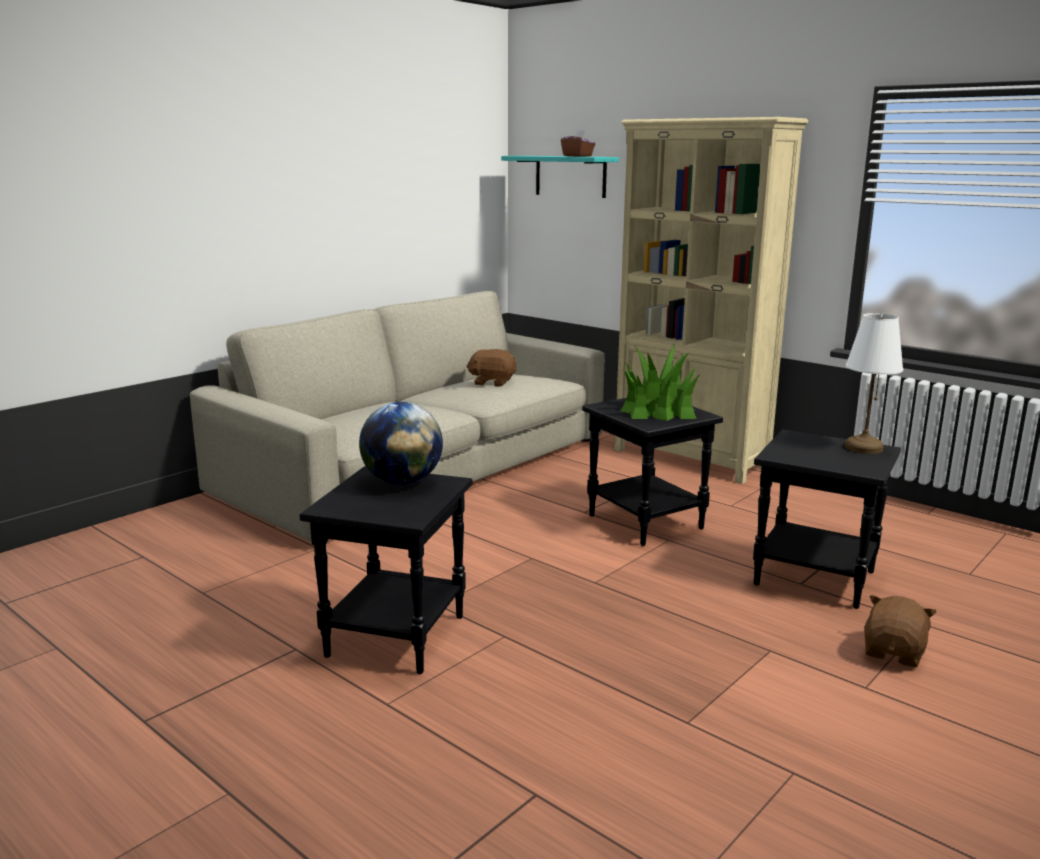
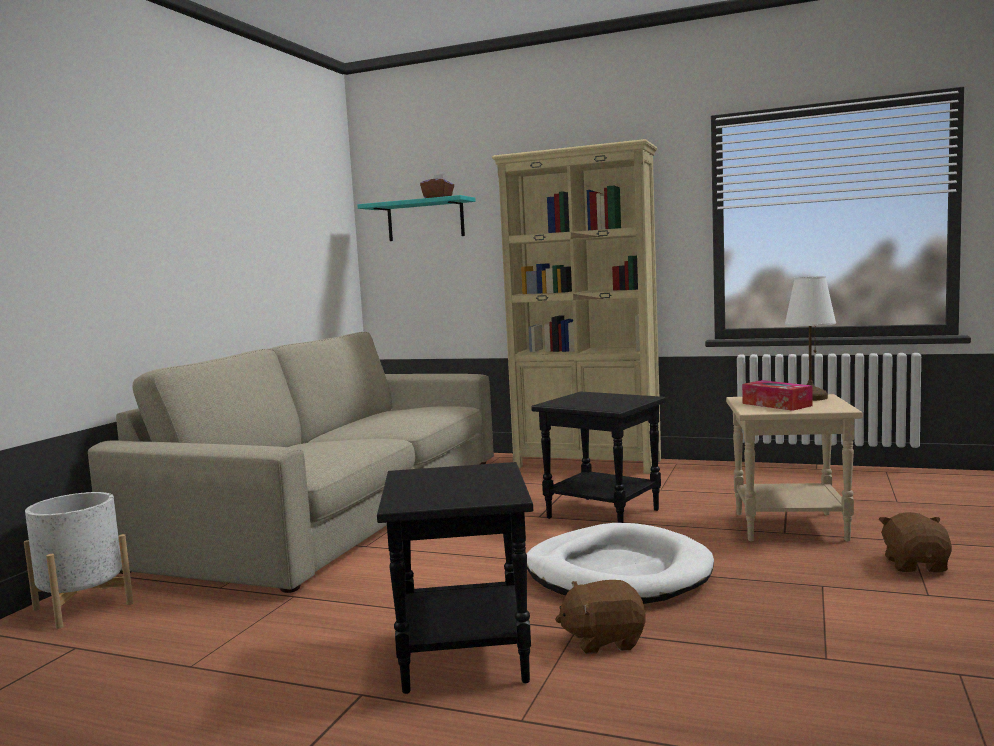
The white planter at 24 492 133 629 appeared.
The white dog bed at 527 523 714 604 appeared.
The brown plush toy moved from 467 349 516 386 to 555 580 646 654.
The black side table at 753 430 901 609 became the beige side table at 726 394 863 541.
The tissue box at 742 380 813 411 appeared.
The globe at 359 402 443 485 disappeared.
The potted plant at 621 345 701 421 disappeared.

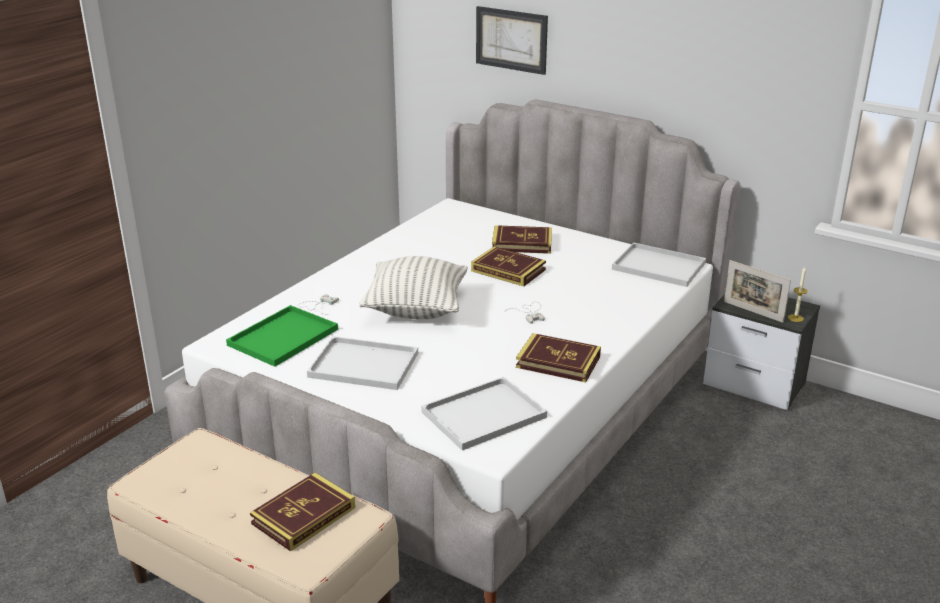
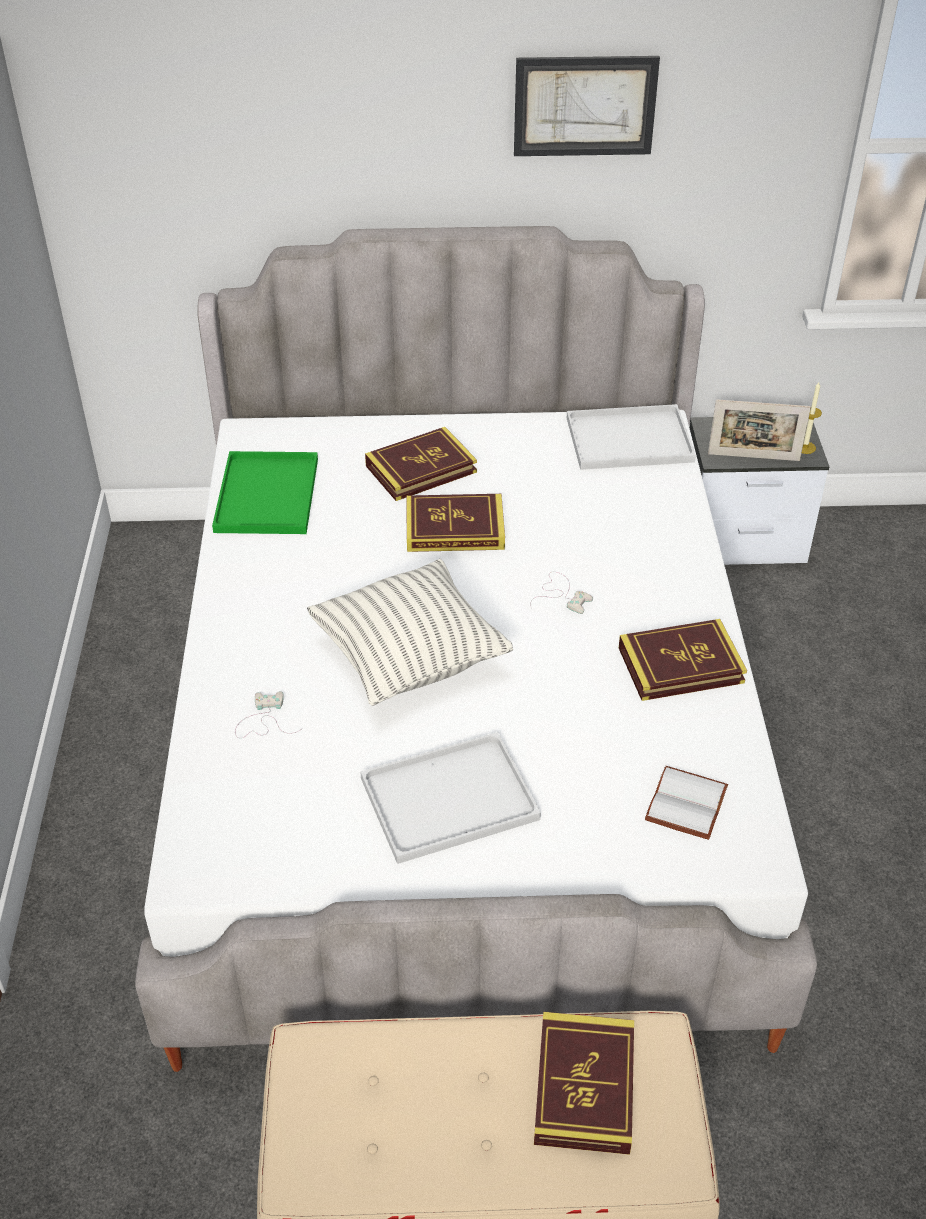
The green tray moved from 226 305 338 367 to 212 451 318 534.
The picture moved from 476 6 548 75 to 514 56 660 156.
The white tray at 421 377 547 451 was replaced by the white book at 645 766 728 840.

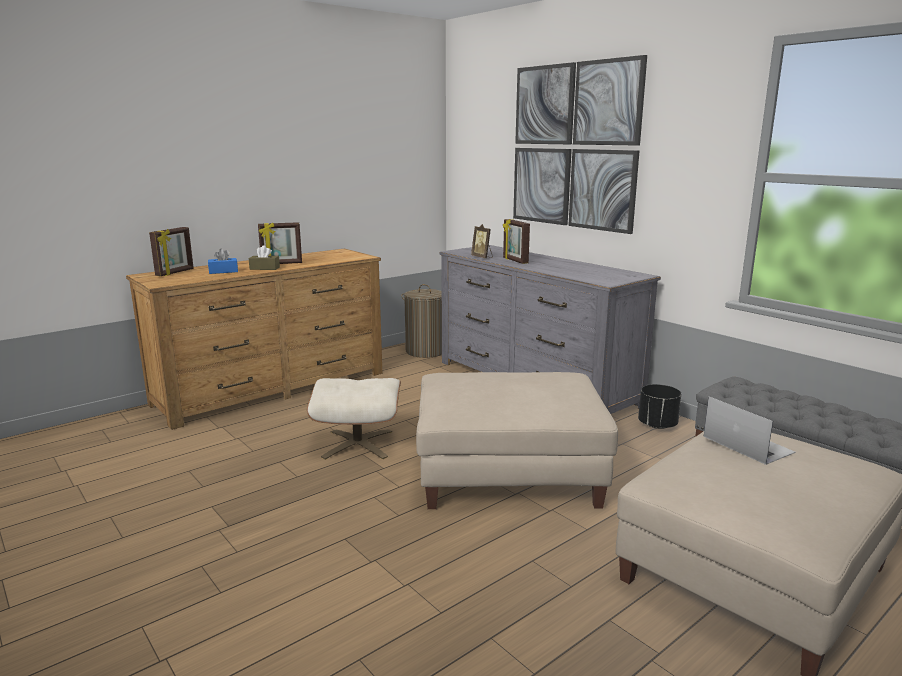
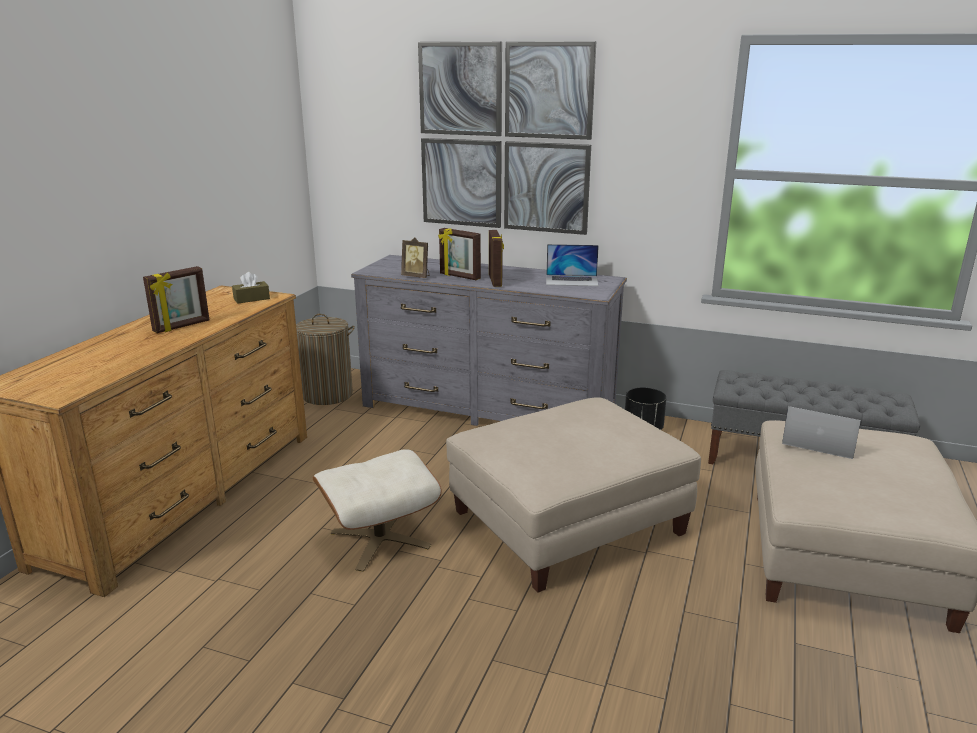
The brown tissue box moved from 249 246 280 270 to 232 272 270 304.
The picture frame moved from 149 227 194 276 to 489 230 504 287.
The laptop at 546 244 599 286 appeared.
The blue tissue box at 208 249 238 274 disappeared.

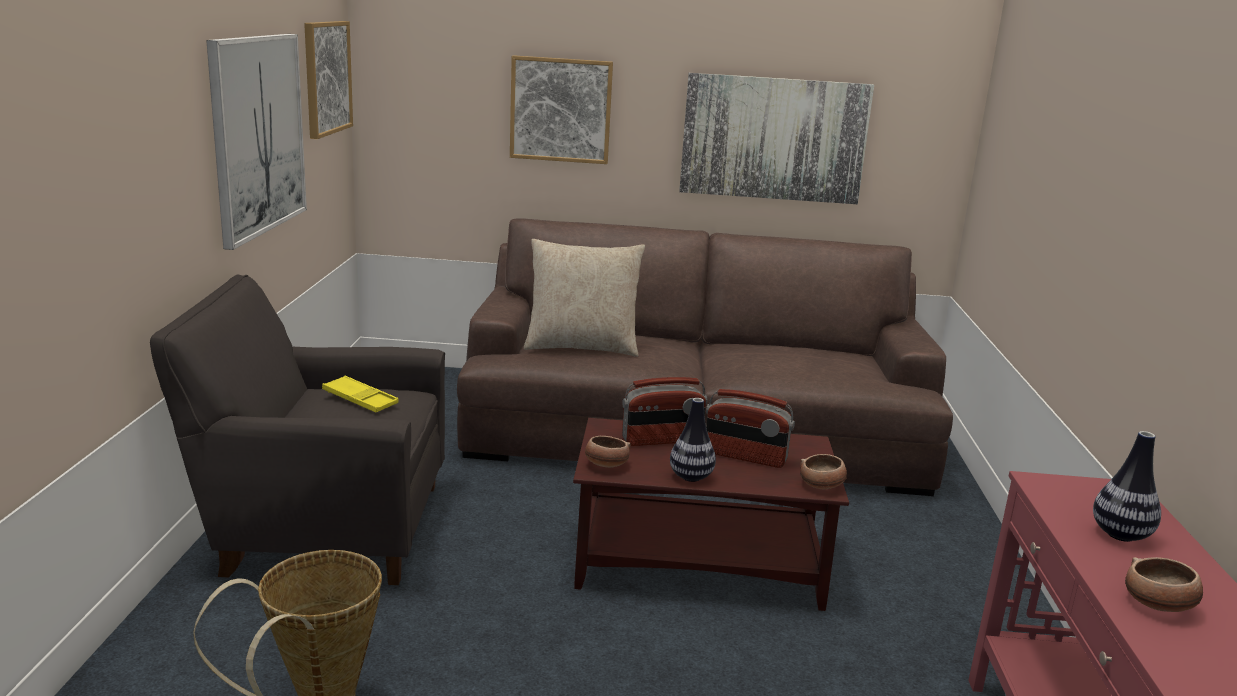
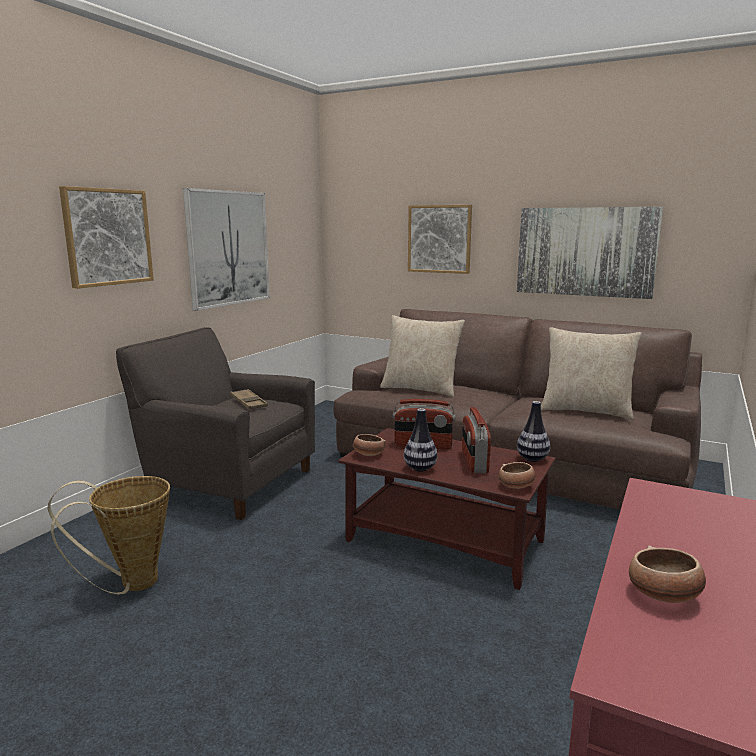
The picture moved from 304 21 353 139 to 59 186 154 289.
The yellow tray at 322 376 398 412 became the brown tray at 230 389 268 409.
The radio at 706 389 795 468 turned 45 degrees clockwise.
The vase moved from 1093 431 1161 542 to 517 401 550 462.
The beige pillow at 541 327 641 420 appeared.

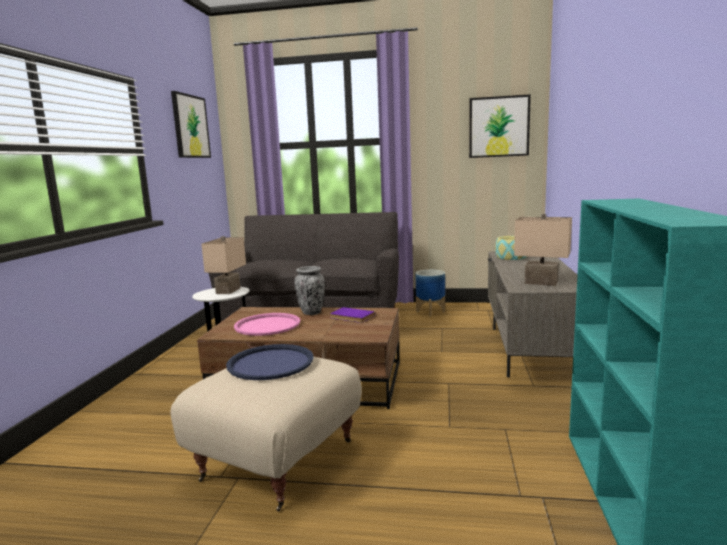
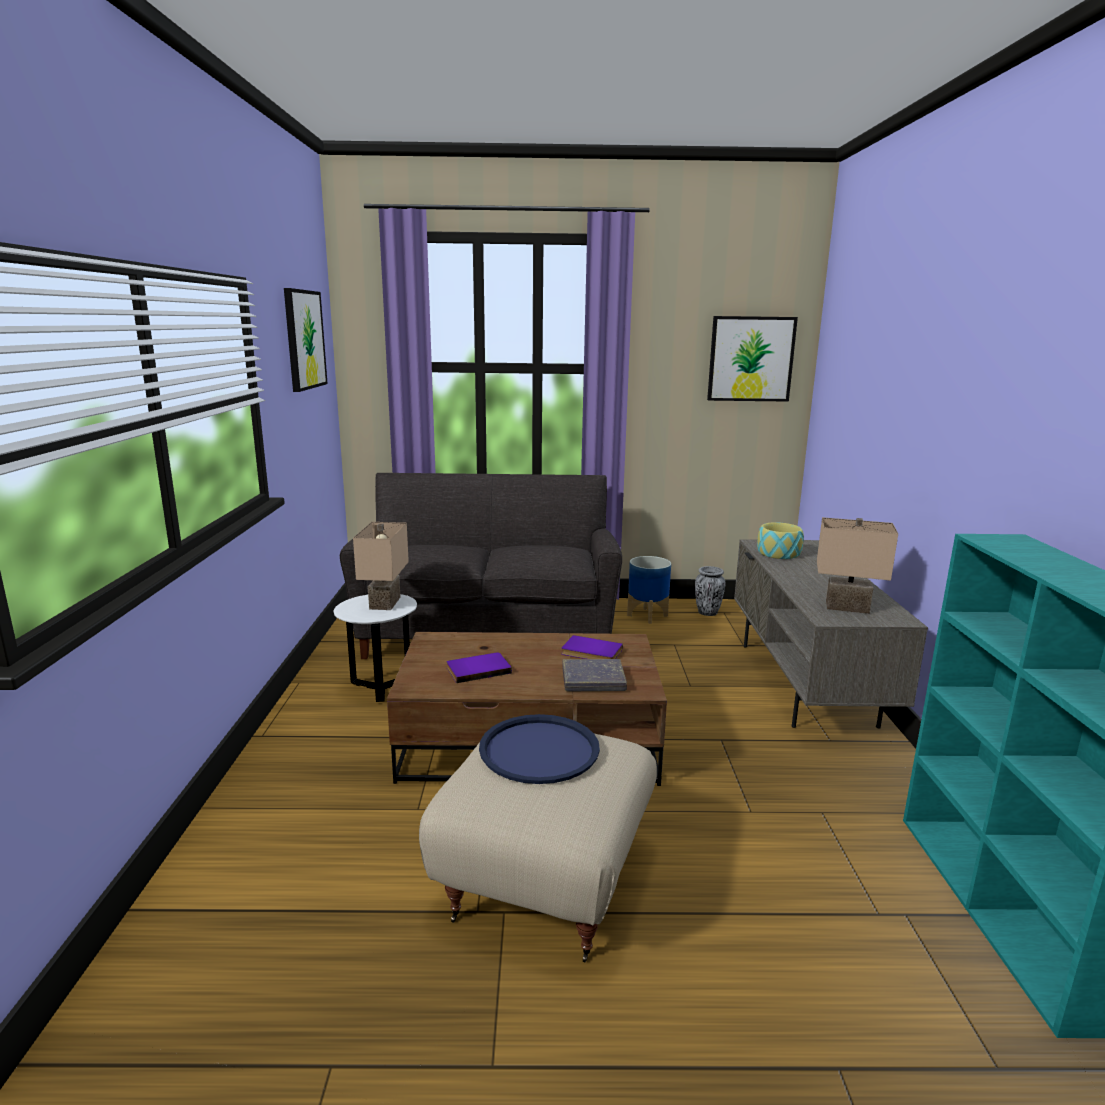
The pink tray at 234 313 300 336 was replaced by the purple book at 447 652 512 683.
The grey book at 562 659 627 692 appeared.
The vase moved from 295 266 325 315 to 695 566 725 616.

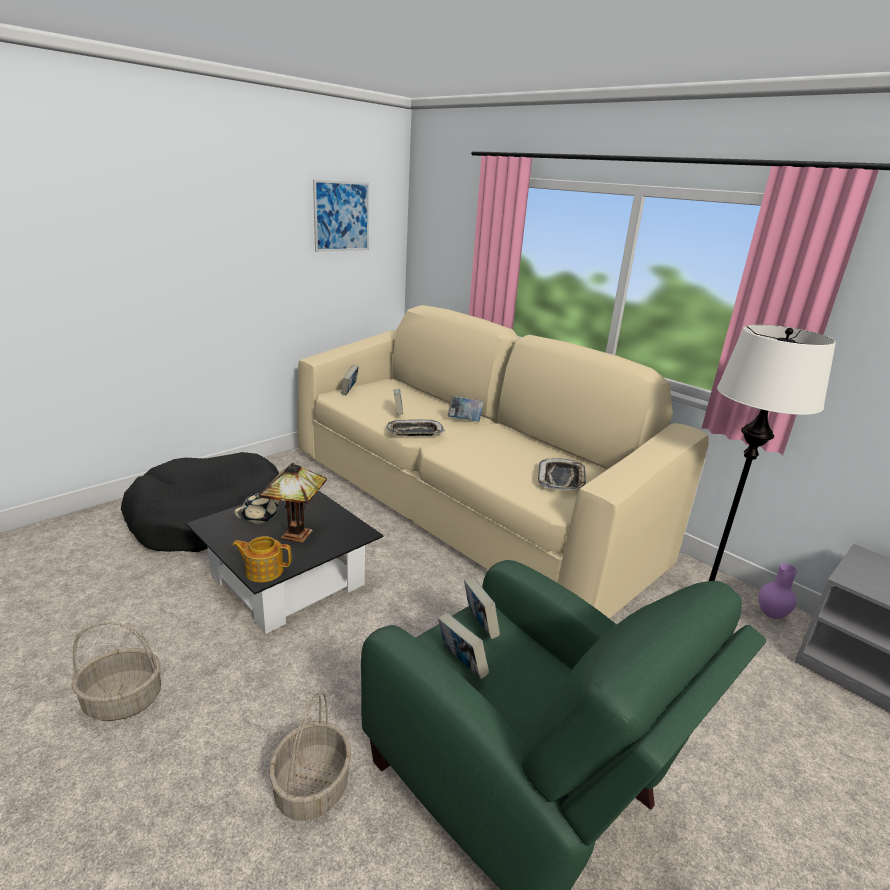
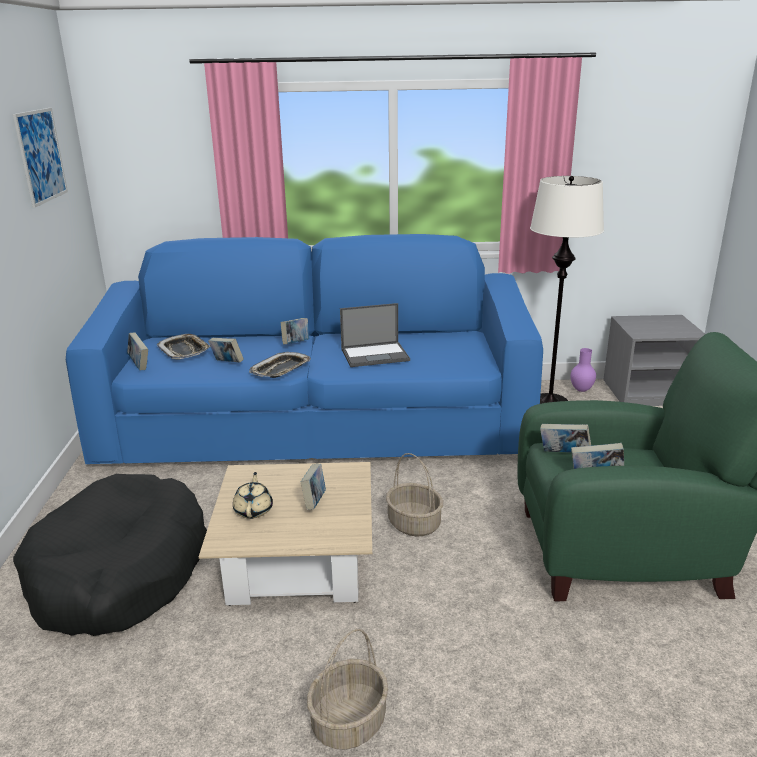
The beige sofa at 297 305 709 618 became the blue sofa at 66 234 543 464.
The tray moved from 538 458 586 490 to 157 334 210 360.
The black coffee table at 186 491 383 634 became the beige coffee table at 199 462 372 606.
The table lamp at 259 463 327 543 was replaced by the book at 301 464 326 510.
The laptop at 340 303 410 367 appeared.
The basket moved from 269 693 351 821 to 386 453 443 536.
The teapot at 232 536 291 582 disappeared.

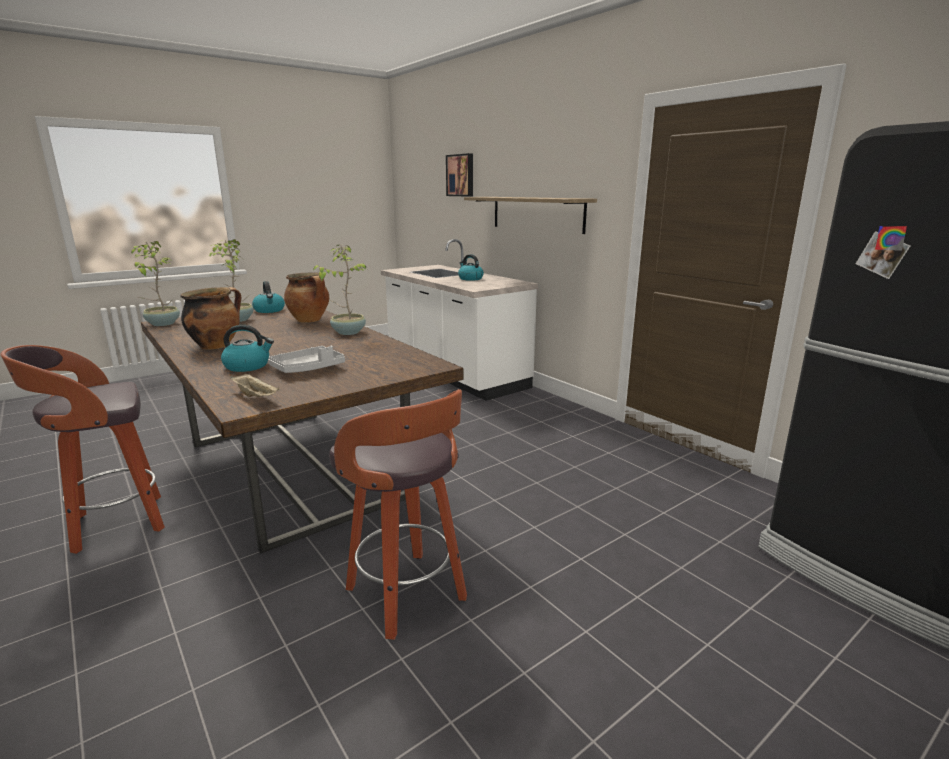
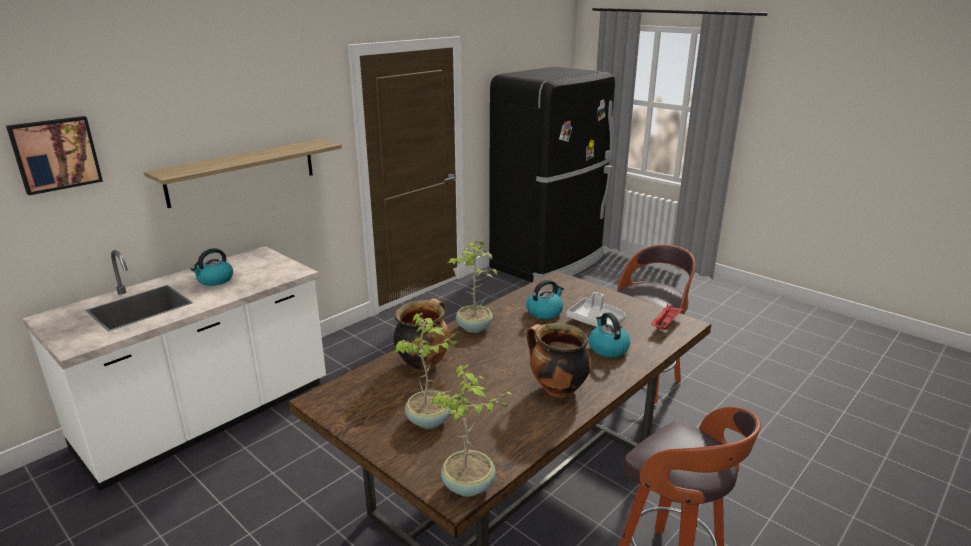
The kettle moved from 252 281 285 313 to 526 280 564 319.
The beige tray at 230 374 280 397 became the red tray at 651 304 684 330.

